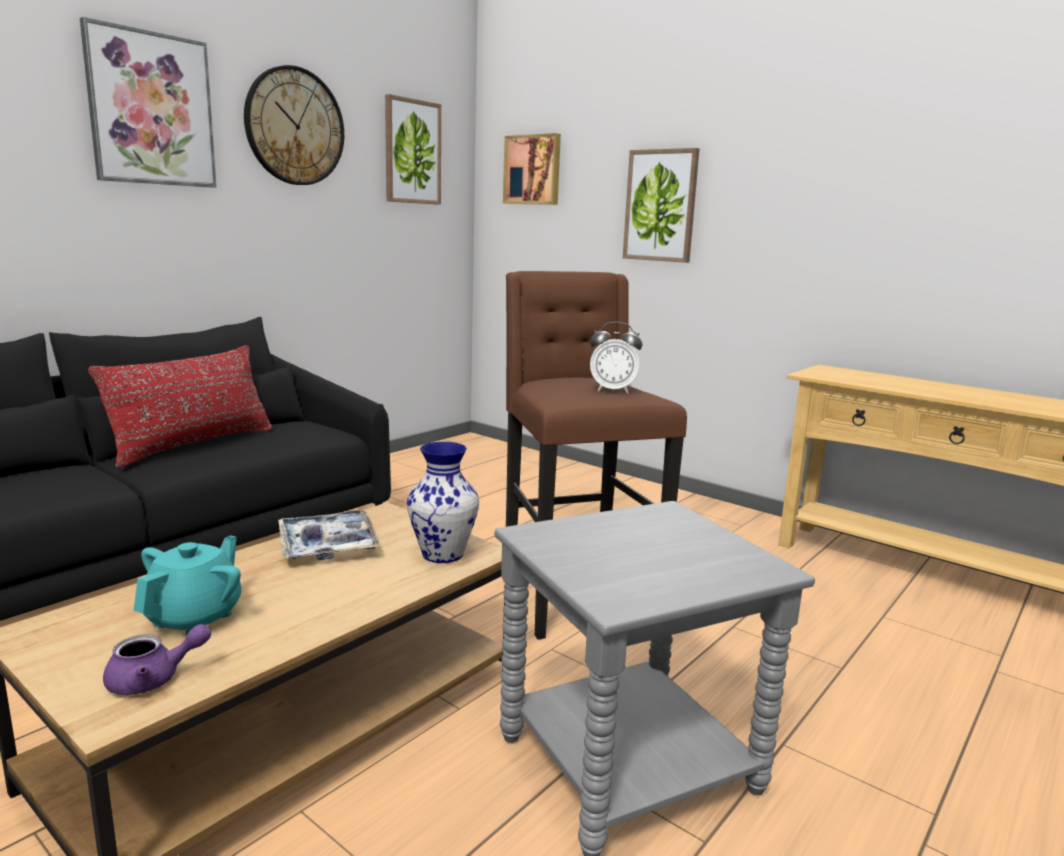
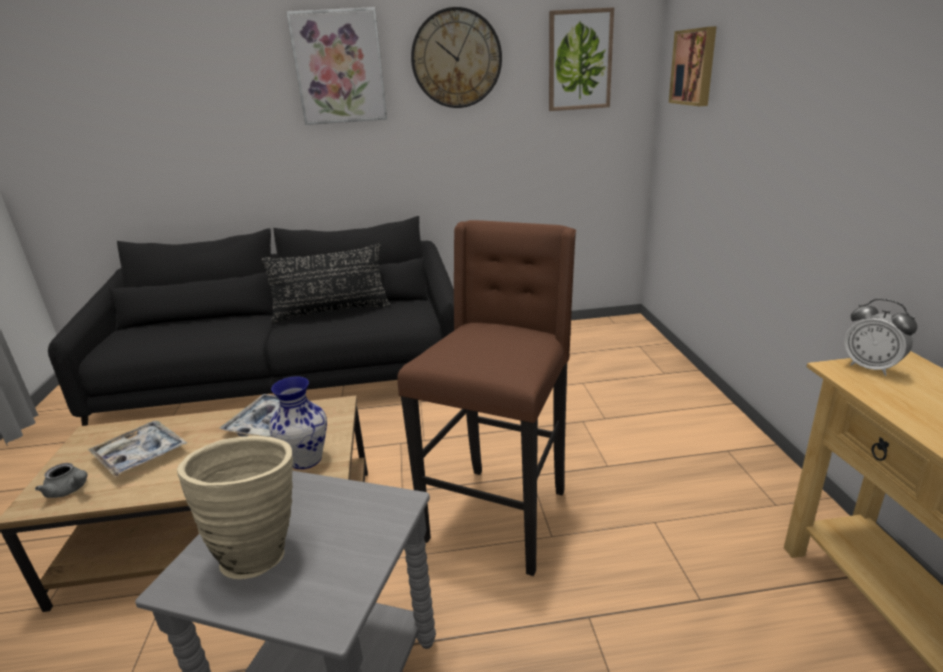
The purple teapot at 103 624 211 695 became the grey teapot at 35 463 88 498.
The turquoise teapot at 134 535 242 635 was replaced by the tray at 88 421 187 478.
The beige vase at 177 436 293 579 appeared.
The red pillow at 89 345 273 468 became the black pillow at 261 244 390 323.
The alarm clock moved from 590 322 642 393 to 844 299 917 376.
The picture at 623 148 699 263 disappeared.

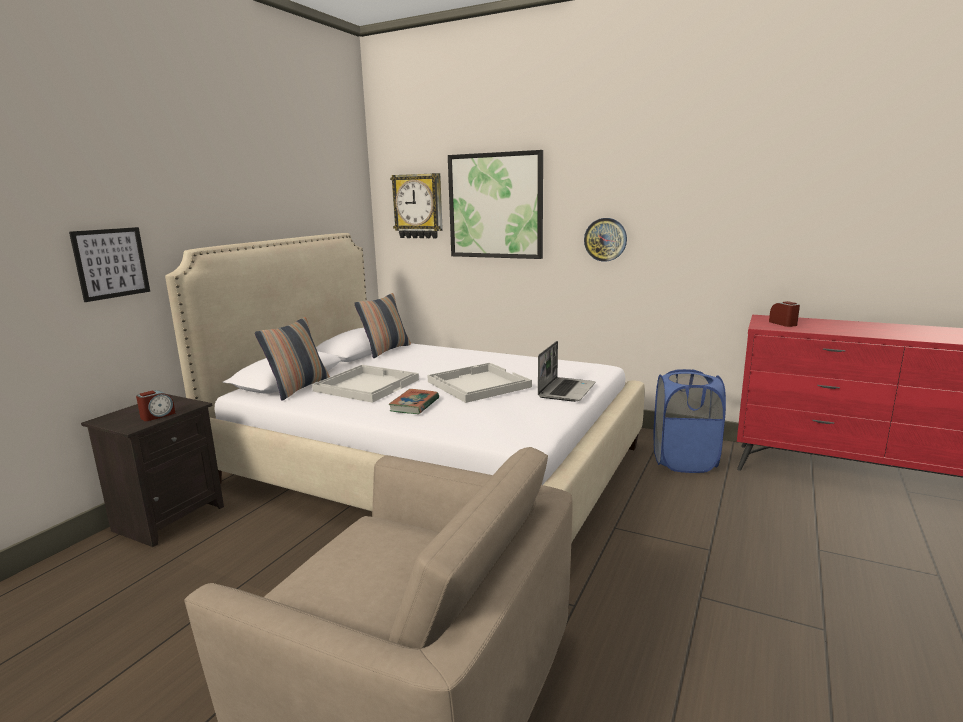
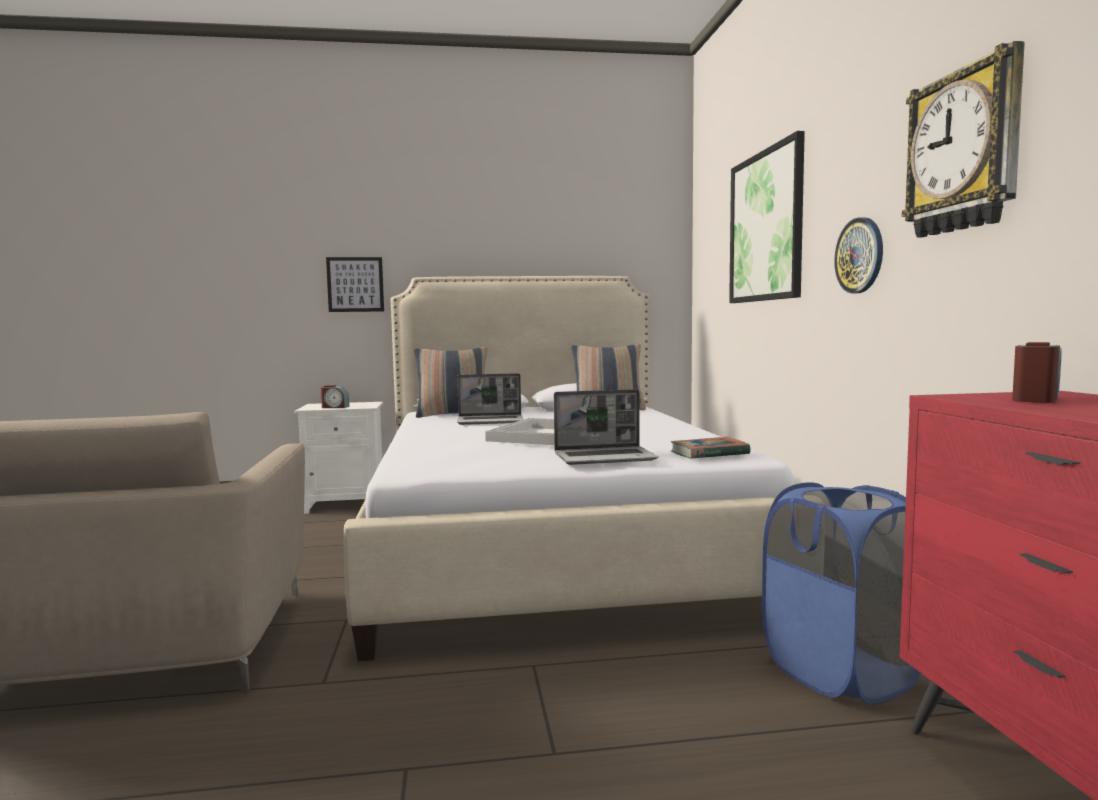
The black nightstand at 81 394 224 547 became the white nightstand at 294 402 383 514.
The white tray at 312 365 419 403 was replaced by the laptop at 457 373 524 425.
The book moved from 389 389 439 414 to 671 437 751 459.
The wall clock moved from 390 173 443 239 to 902 41 1025 237.

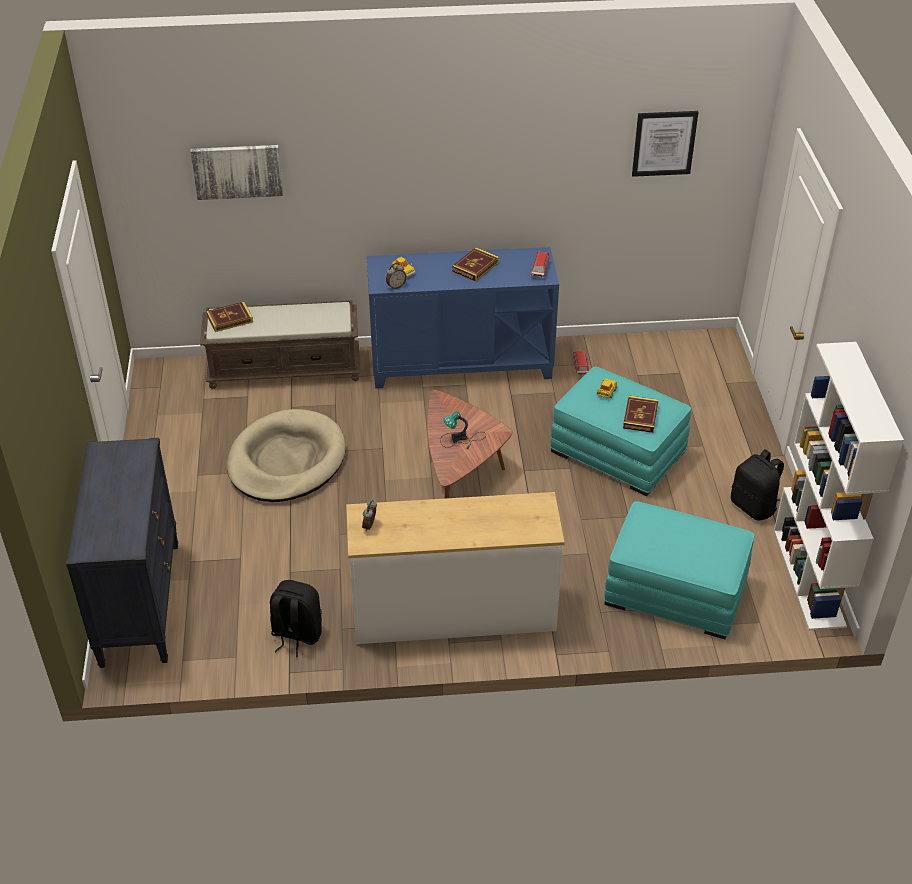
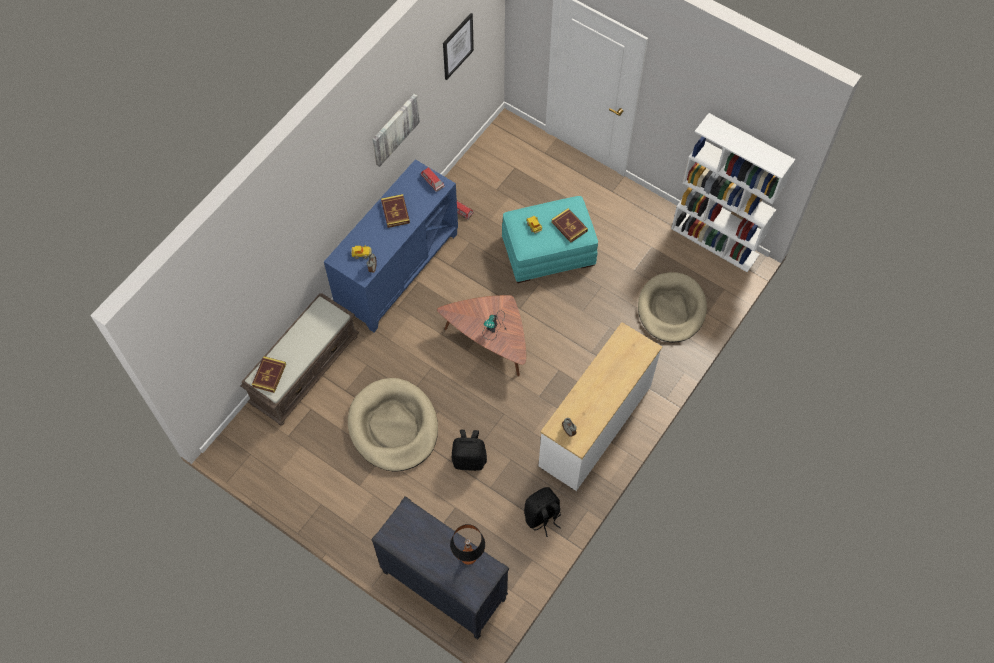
The picture moved from 190 145 284 200 to 372 94 420 167.
The table lamp at 450 524 485 565 appeared.
The black backpack moved from 731 449 784 520 to 452 430 487 471.
The turquoise ottoman at 604 501 754 639 was replaced by the beige dog bed at 638 272 707 343.

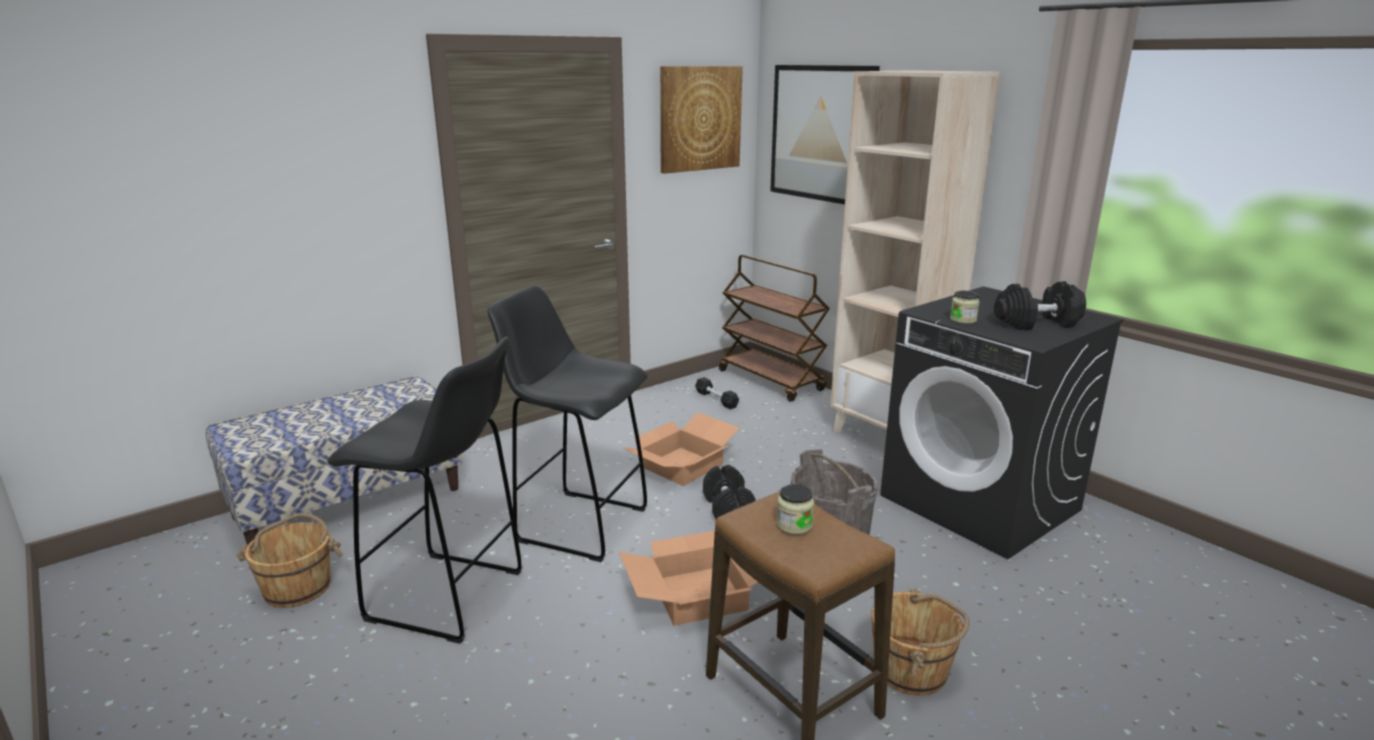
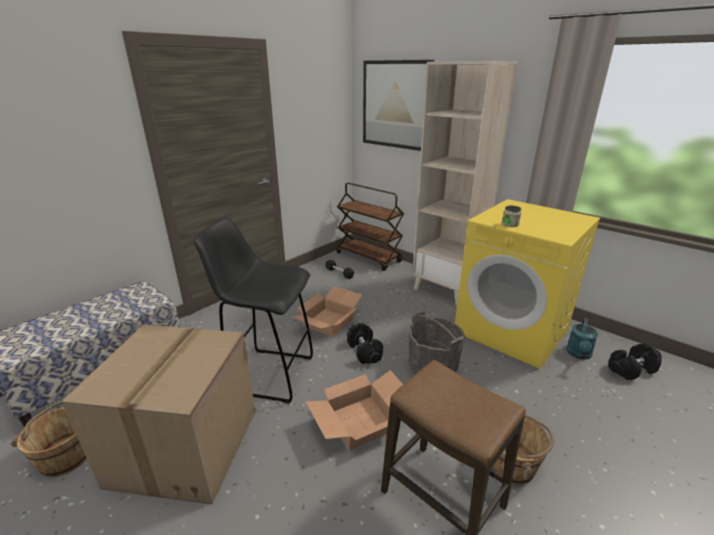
The black stool at 327 337 523 644 was replaced by the cardboard box at 62 324 256 504.
The black washing machine at 880 286 1124 559 became the yellow washing machine at 455 199 600 369.
The turquoise watering can at 566 318 598 360 appeared.
The black dumbbell moved from 994 281 1086 330 to 608 343 662 380.
The picture at 660 66 743 174 disappeared.
The jar at 777 484 814 534 disappeared.

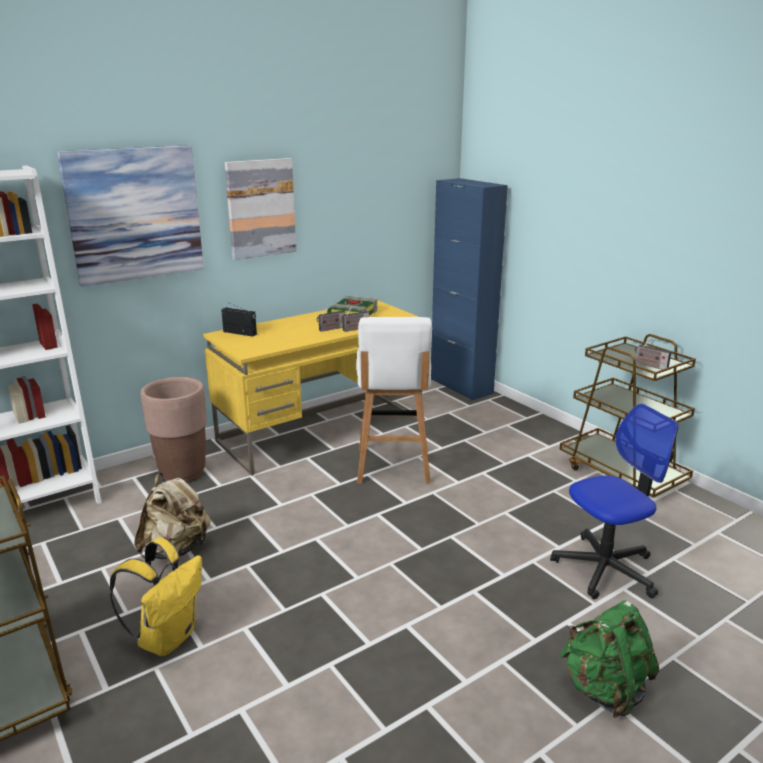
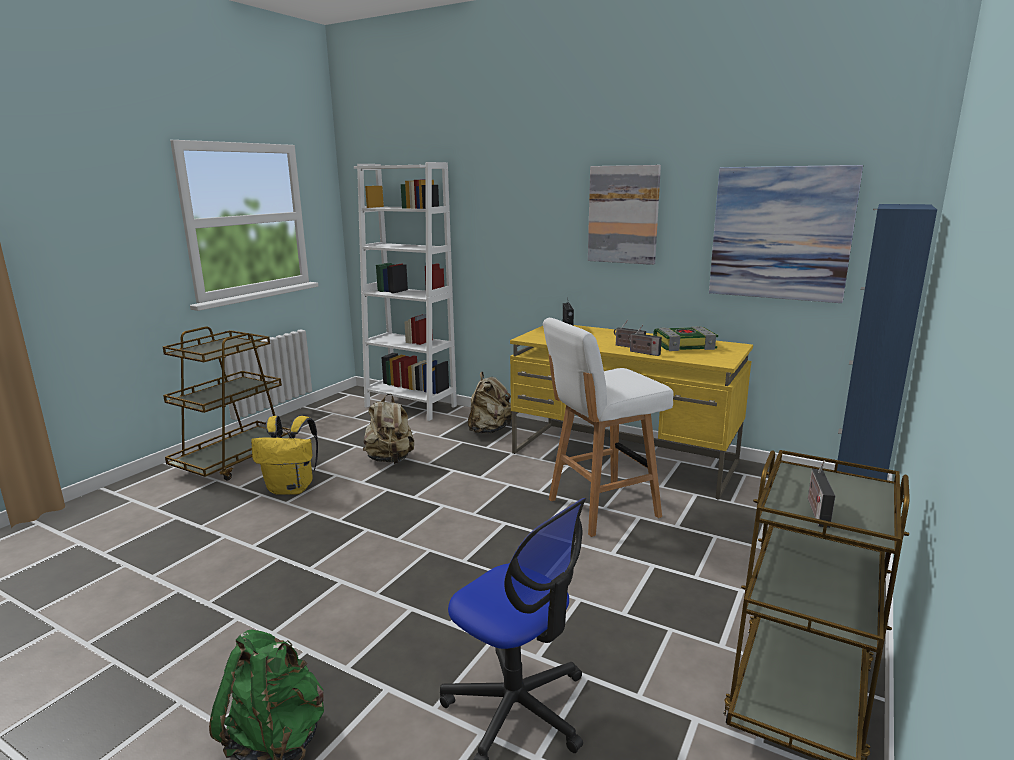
The brown planter at 141 377 207 483 was replaced by the beige backpack at 468 372 512 434.
The picture moved from 57 145 204 287 to 709 165 863 303.

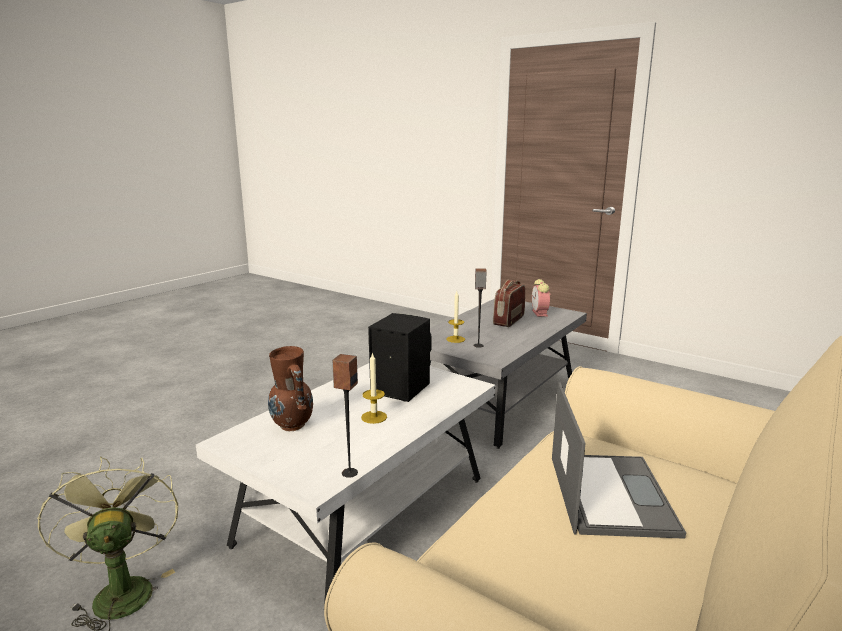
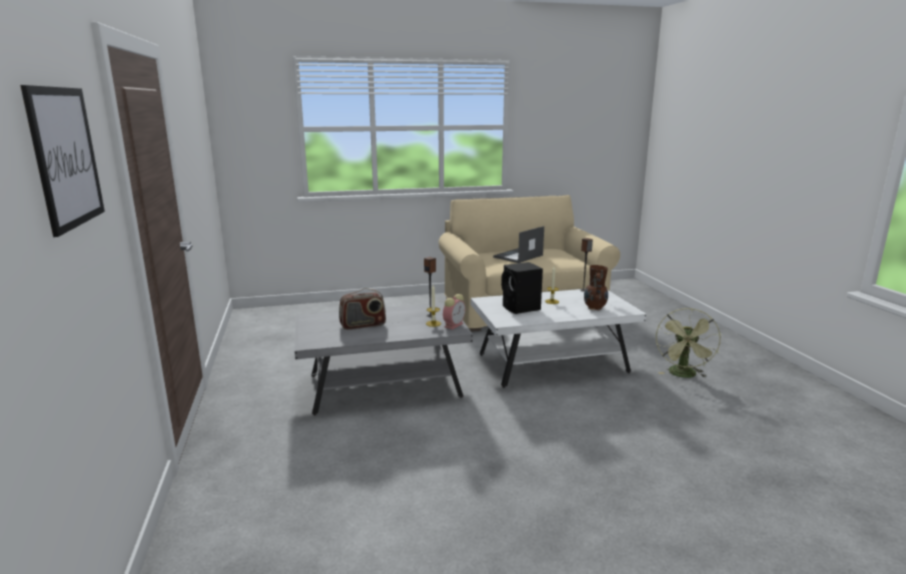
The picture at 20 85 105 237 appeared.
The alarm clock moved from 532 279 551 317 to 443 294 465 330.

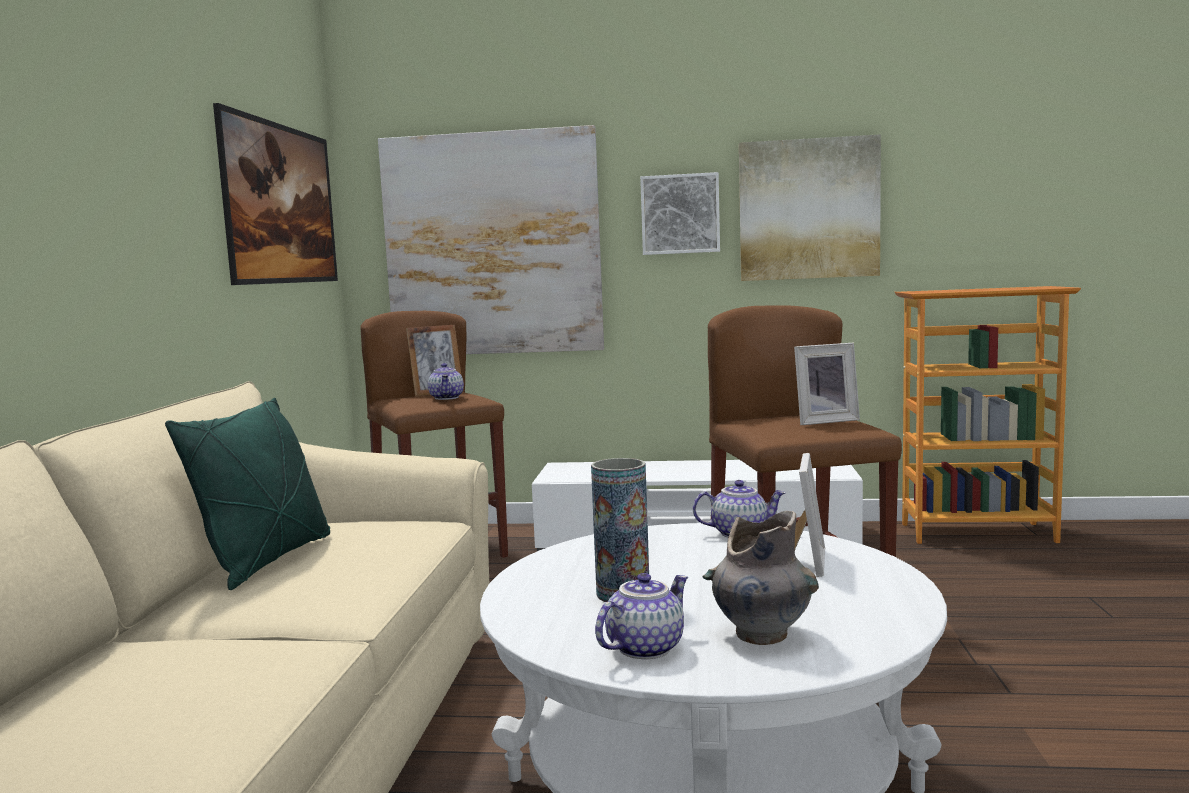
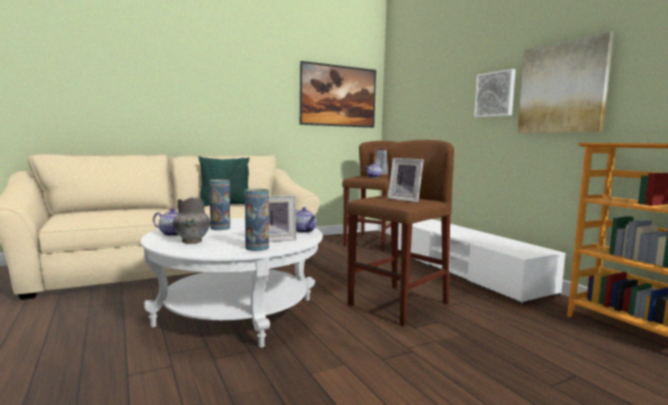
The vase at 245 189 269 251 appeared.
The picture at 378 125 604 354 disappeared.

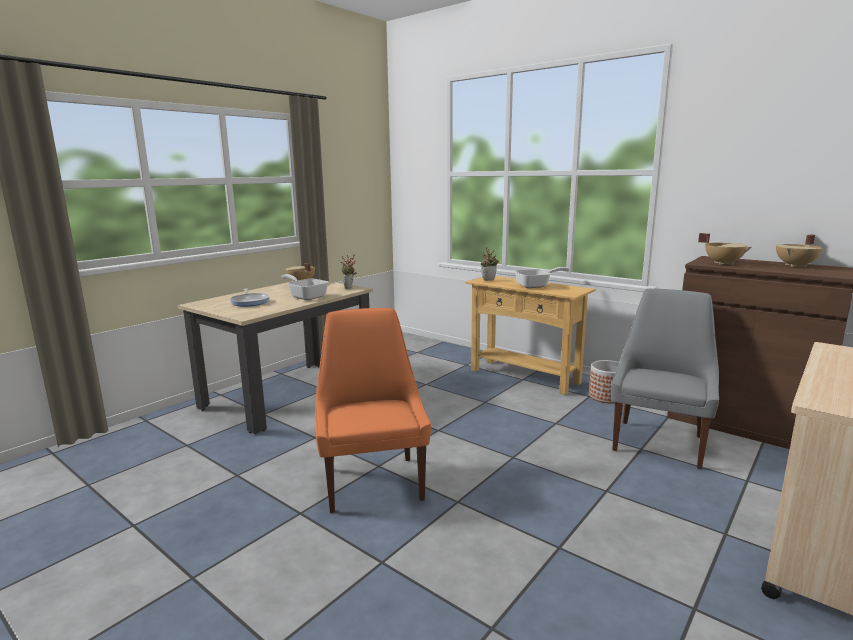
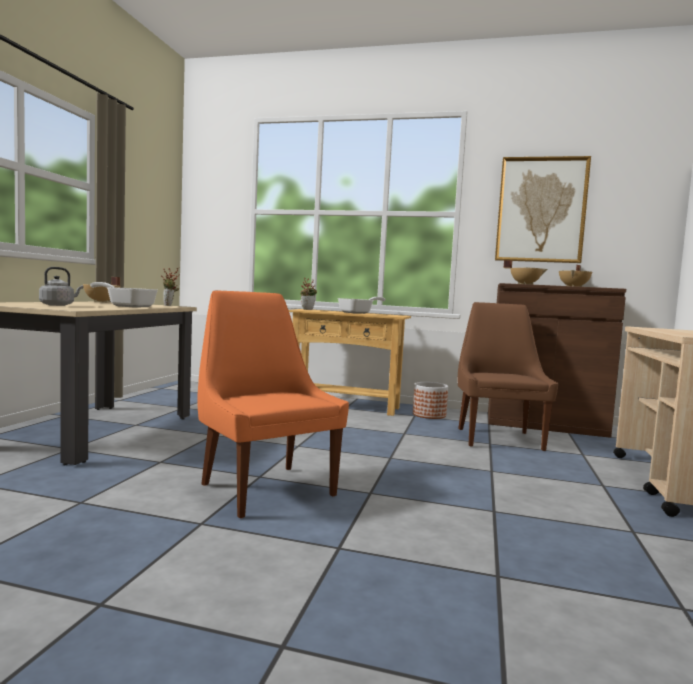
The frying pan at 229 288 270 307 was replaced by the grey kettle at 39 267 84 306.
The grey chair at 611 289 719 469 became the brown chair at 458 302 558 451.
The picture at 495 156 591 263 appeared.

